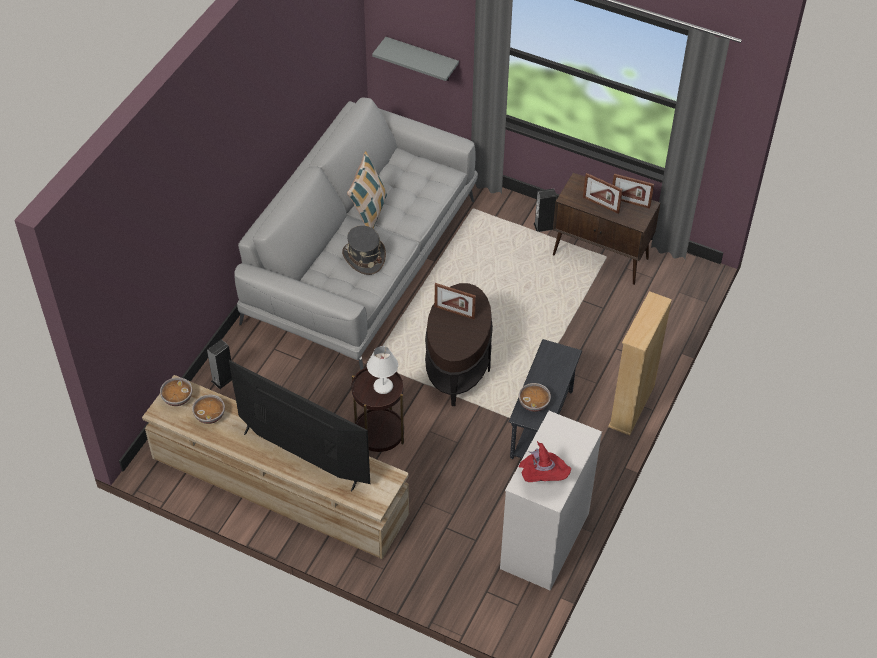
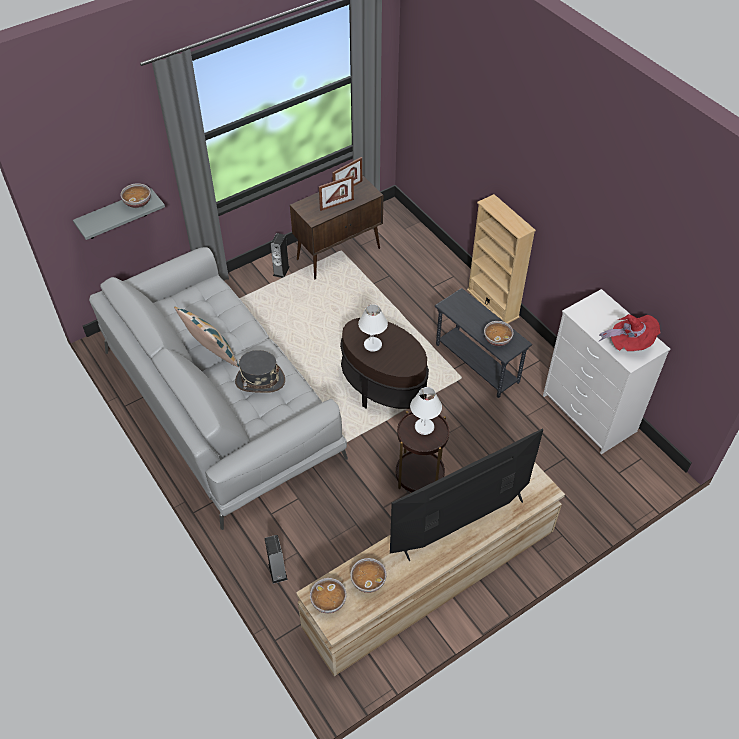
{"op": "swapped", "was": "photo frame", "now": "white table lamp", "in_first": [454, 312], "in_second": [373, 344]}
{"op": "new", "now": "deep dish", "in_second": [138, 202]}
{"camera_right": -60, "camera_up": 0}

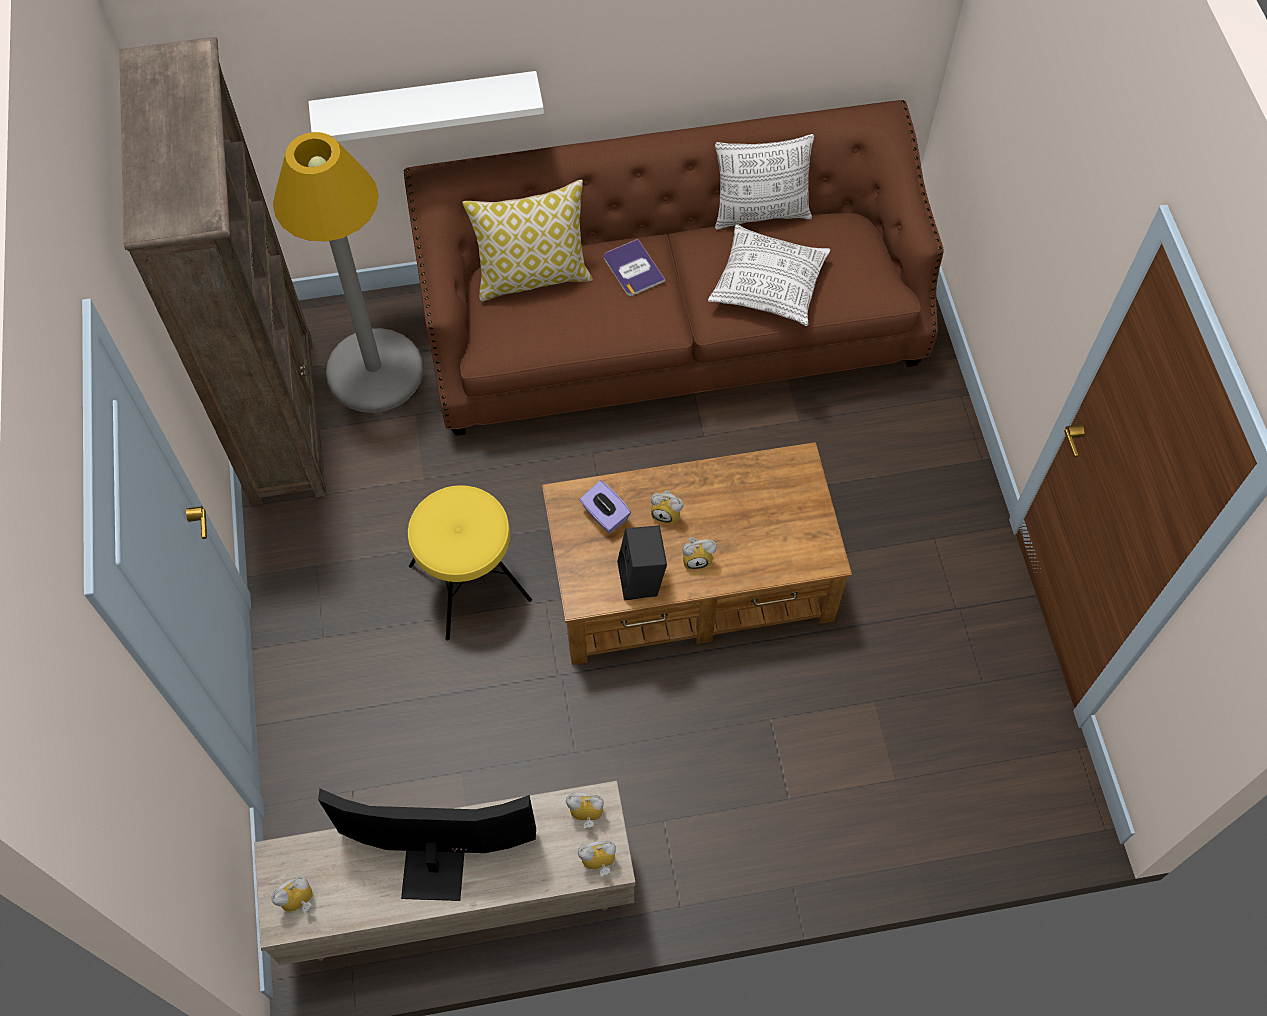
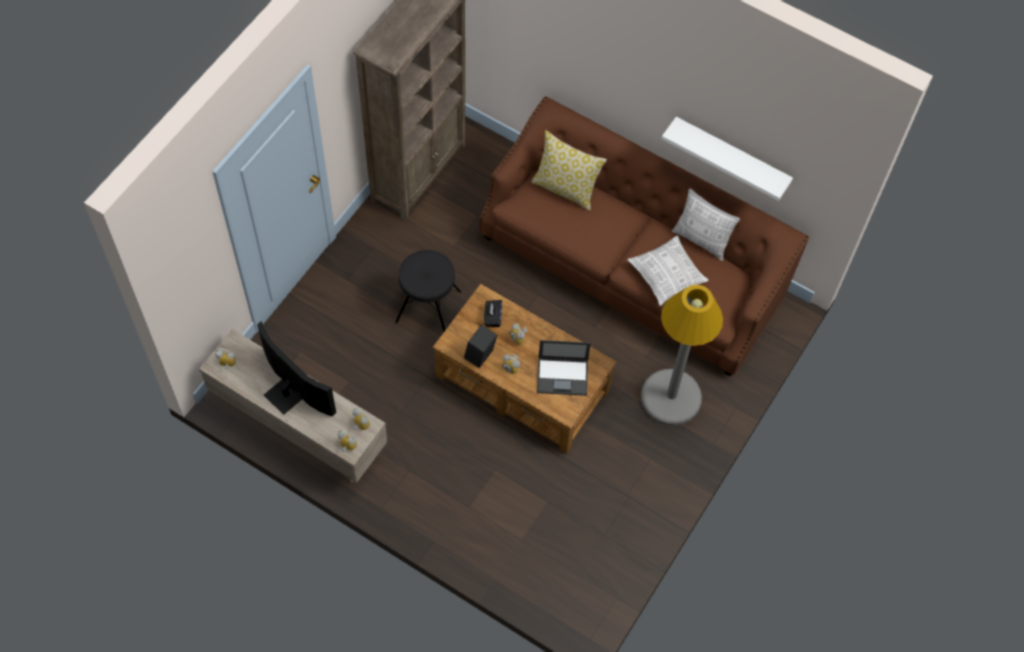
{"op": "shifted", "was": "grey standing lamp", "in_first": [375, 371], "in_second": [671, 397]}
{"op": "shifted", "was": "white wall shelf", "in_first": [426, 106], "in_second": [731, 156]}
{"op": "repainted", "was": "yellow-coloured stool seat", "now": "black stool seat", "in_first": [469, 583], "in_second": [428, 307]}
{"op": "repainted", "was": "purple tissue box", "now": "black tissue box", "in_first": [605, 515], "in_second": [492, 317]}
{"op": "gone", "was": "bound book", "in_first": [633, 268]}
{"op": "new", "now": "notebook computer", "in_second": [563, 376]}
{"camera_right": 40, "camera_up": 0}

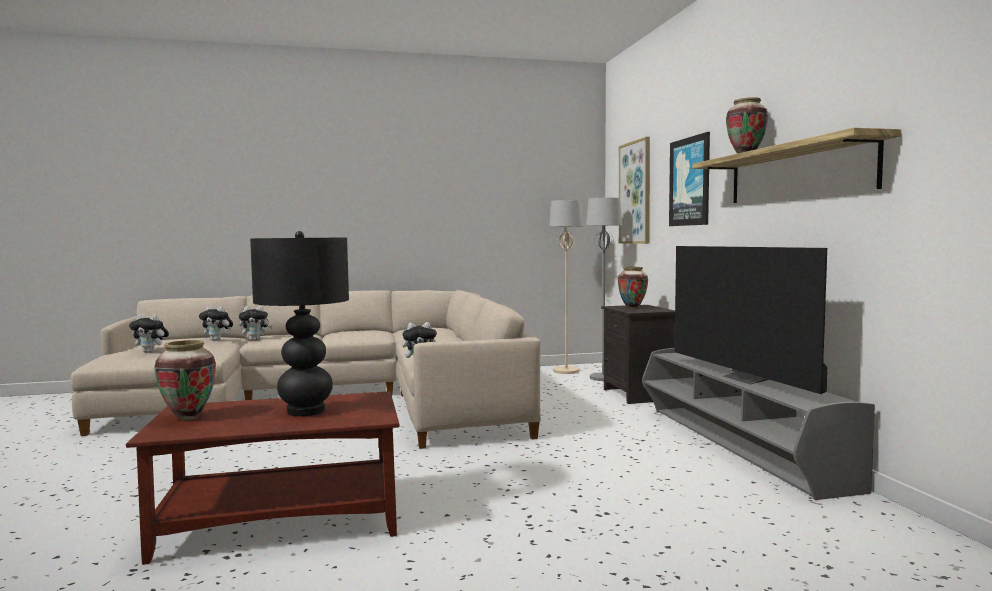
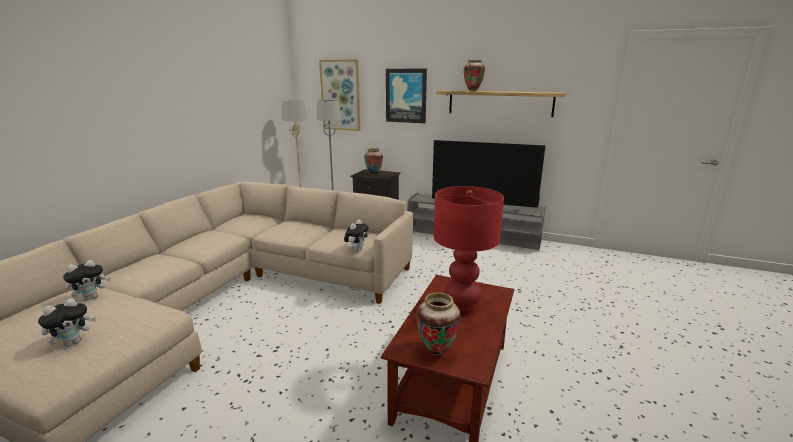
{"op": "gone", "was": "cuddly toy", "in_first": [256, 340]}
{"op": "repainted", "was": "black table lamp", "now": "red-coloured table lamp", "in_first": [305, 411], "in_second": [462, 308]}
{"camera_right": -55, "camera_up": 15}

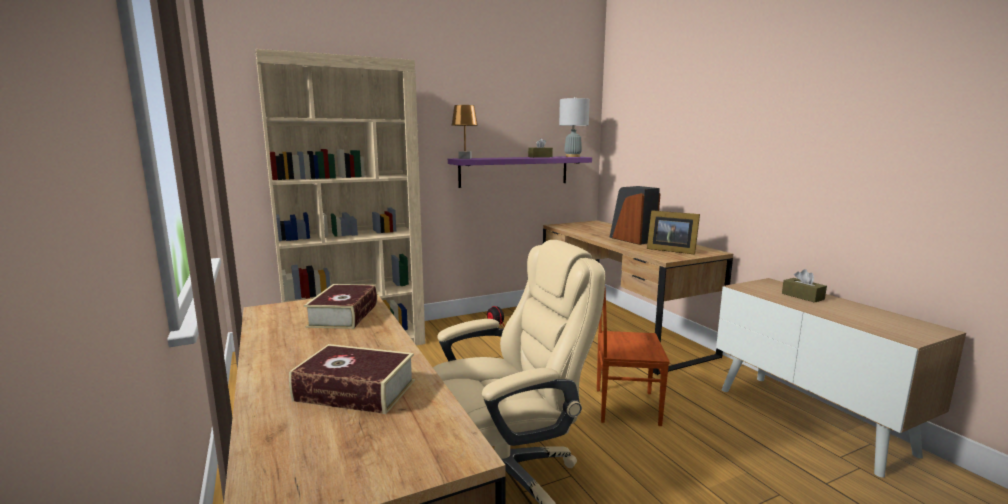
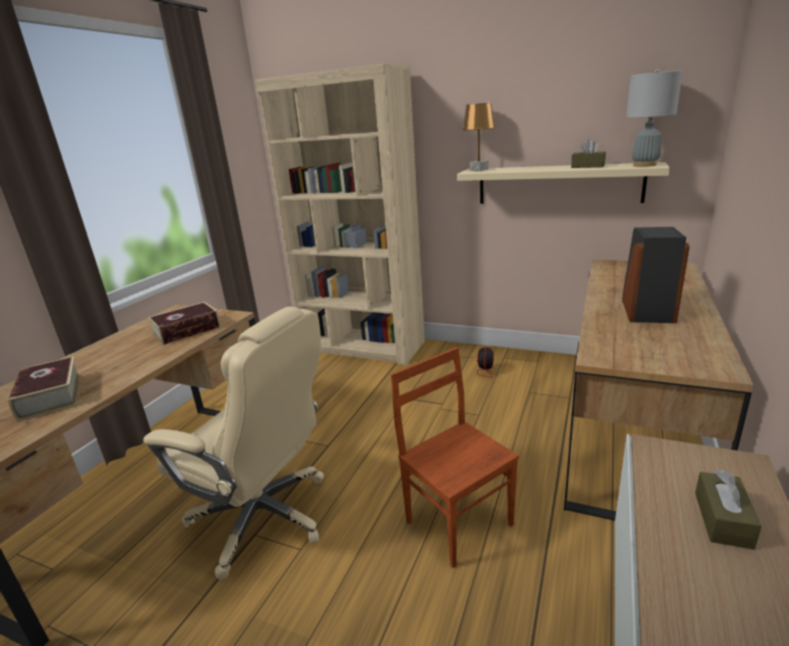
{"op": "repainted", "was": "purple wall shelf", "now": "sand-coloured wall shelf", "in_first": [514, 171], "in_second": [558, 184]}
{"op": "gone", "was": "photo frame", "in_first": [670, 250]}
{"camera_right": 50, "camera_up": 10}

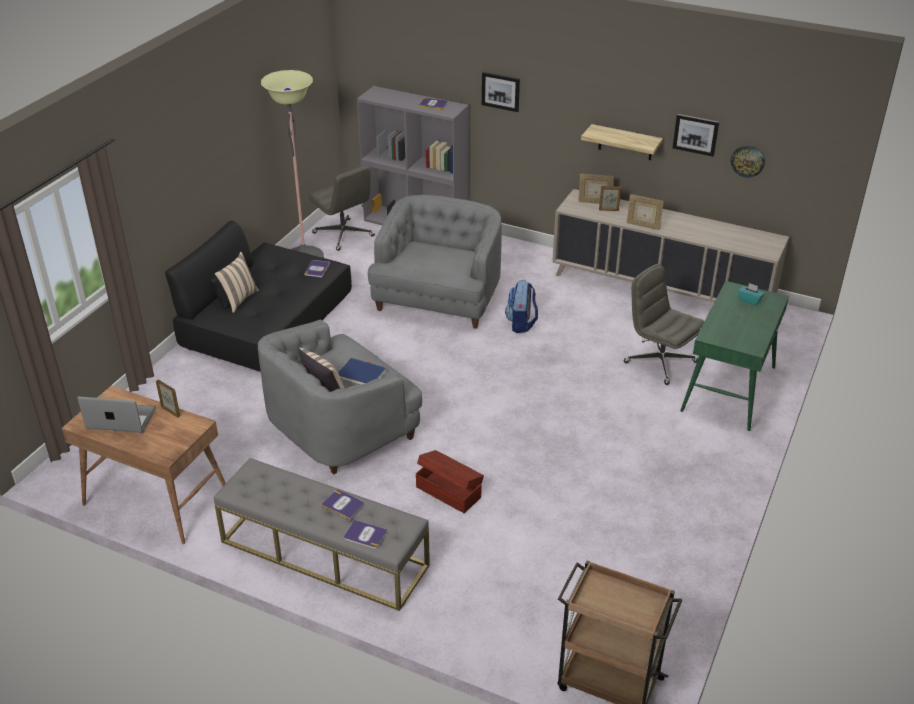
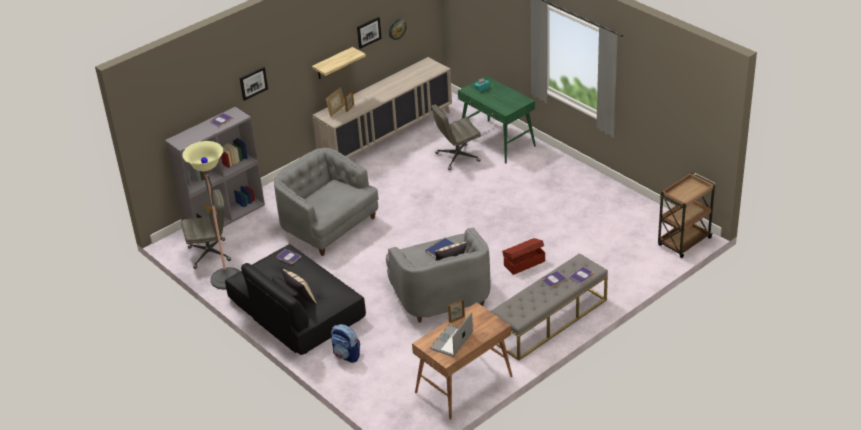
{"op": "shifted", "was": "knapsack", "in_first": [521, 324], "in_second": [347, 355]}
{"op": "gone", "was": "photo frame", "in_first": [643, 226]}
{"camera_right": -65, "camera_up": 0}

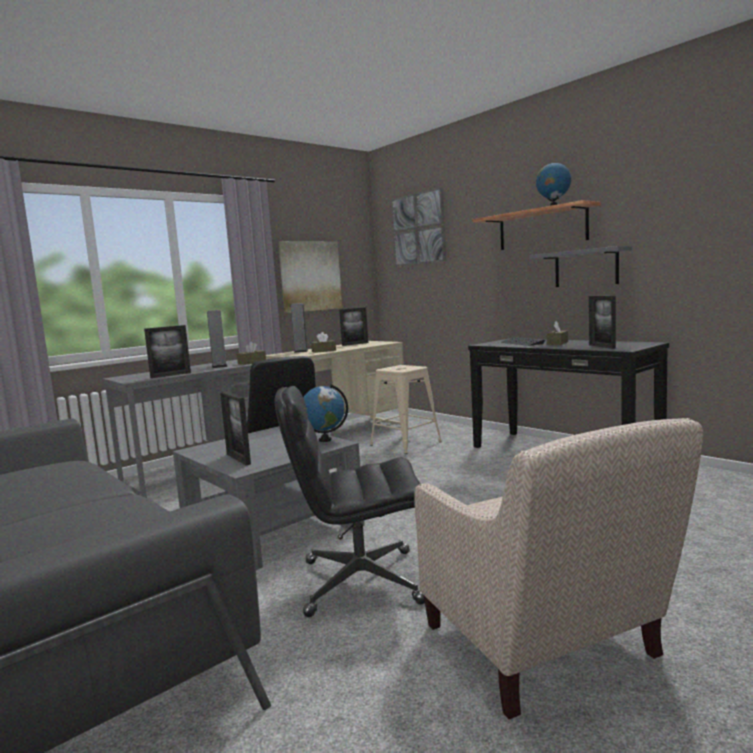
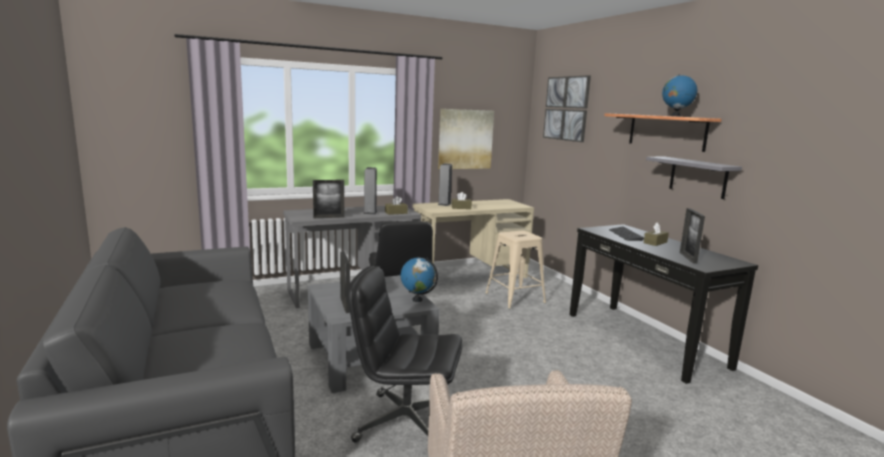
{"op": "gone", "was": "photo frame", "in_first": [355, 344]}
{"camera_right": 15, "camera_up": 5}

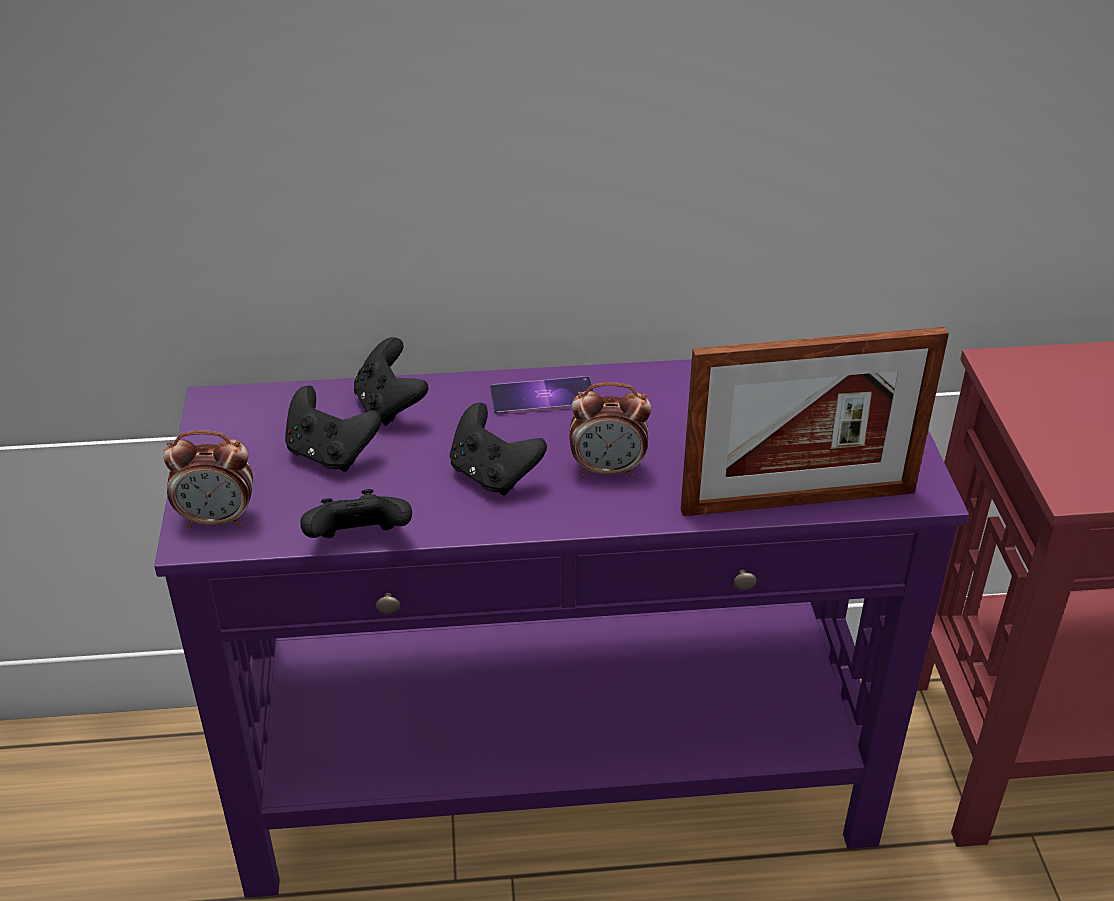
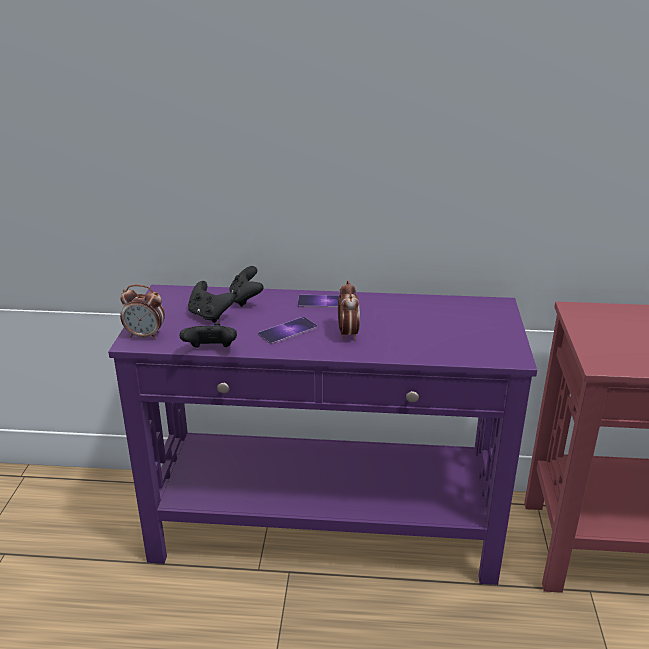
{"op": "swapped", "was": "black gamepad", "now": "handset", "in_first": [493, 475], "in_second": [288, 331]}
{"op": "rotated", "was": "bedside clock", "in_first": [608, 470], "in_second": [348, 334], "clockwise": -105}
{"op": "gone", "was": "photo frame", "in_first": [798, 501]}
{"camera_right": 10, "camera_up": -10}

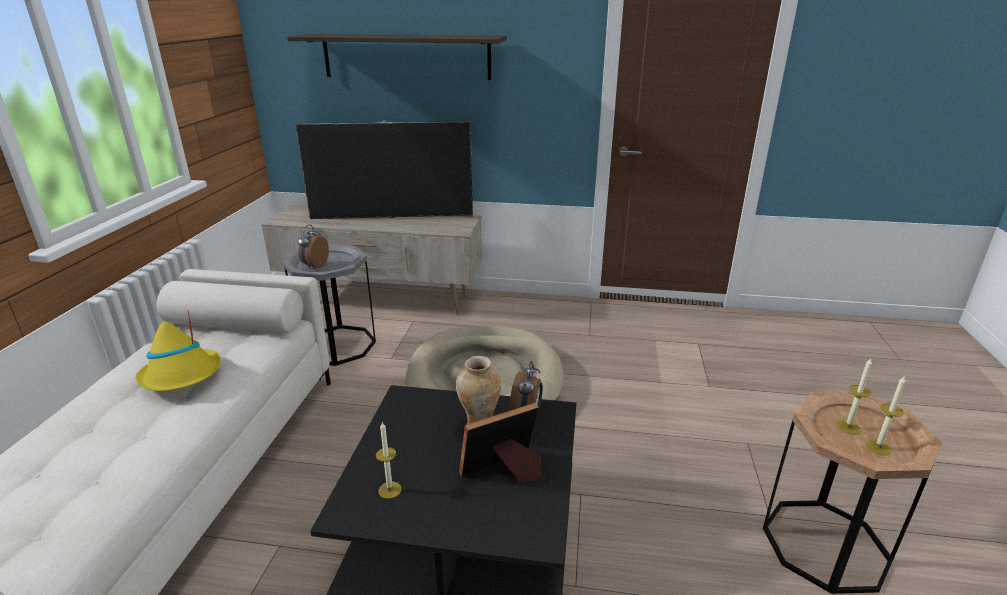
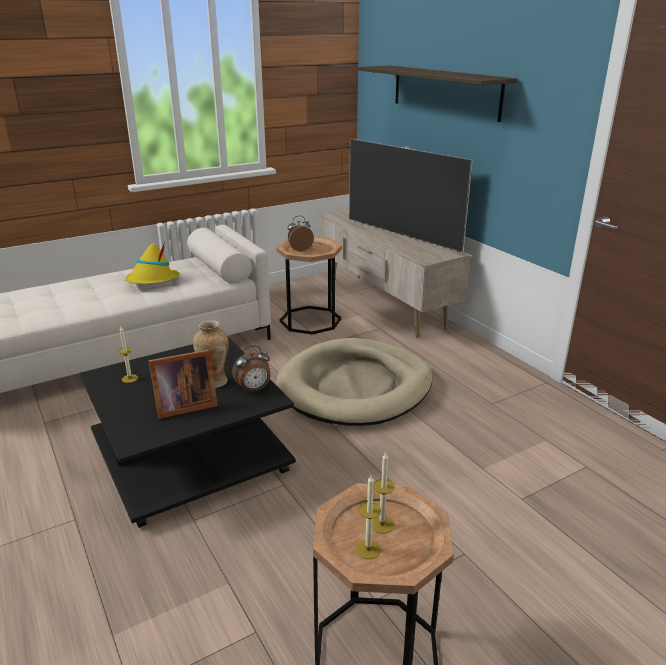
{"op": "repainted", "was": "grey side table", "now": "brown side table", "in_first": [337, 345], "in_second": [310, 320]}
{"op": "rotated", "was": "photo frame", "in_first": [504, 472], "in_second": [183, 406], "clockwise": 135}
{"camera_right": 50, "camera_up": 0}

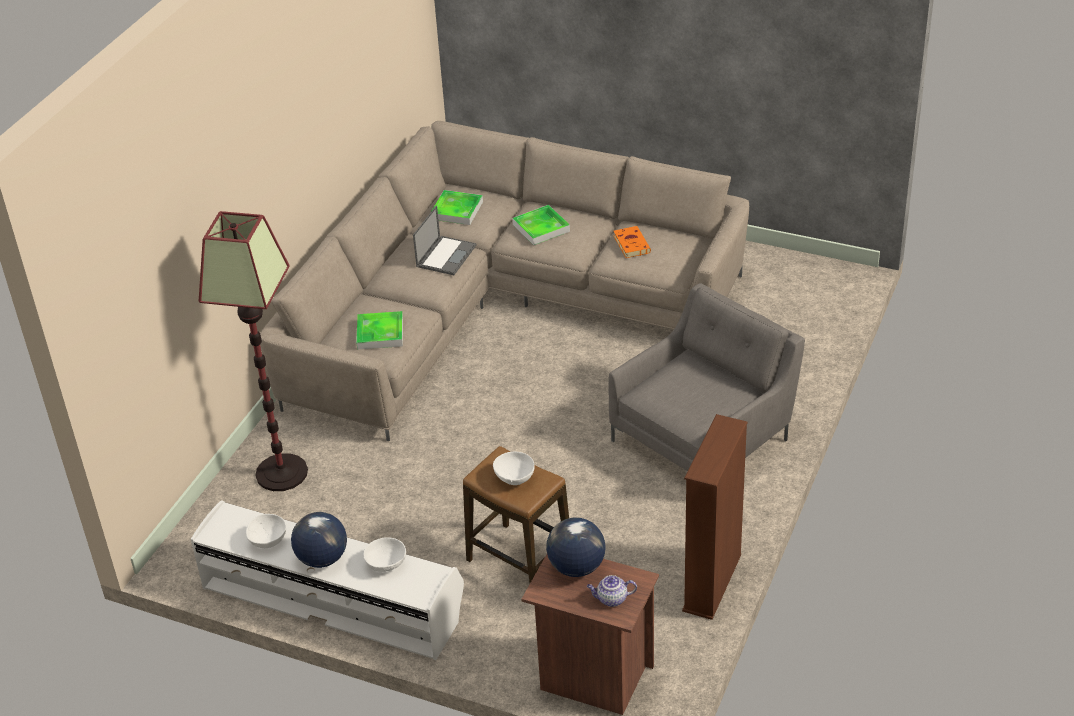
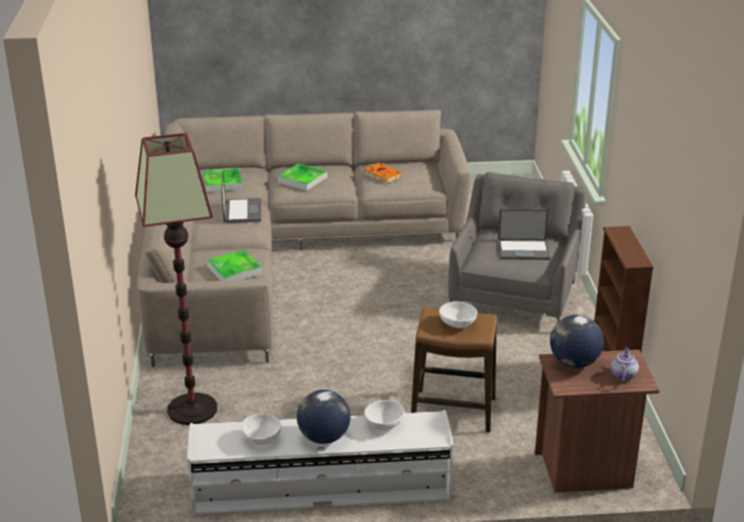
{"op": "rotated", "was": "tea pot", "in_first": [611, 599], "in_second": [623, 375], "clockwise": 135}
{"op": "new", "now": "notebook computer", "in_second": [524, 250]}
{"camera_right": -30, "camera_up": -10}

